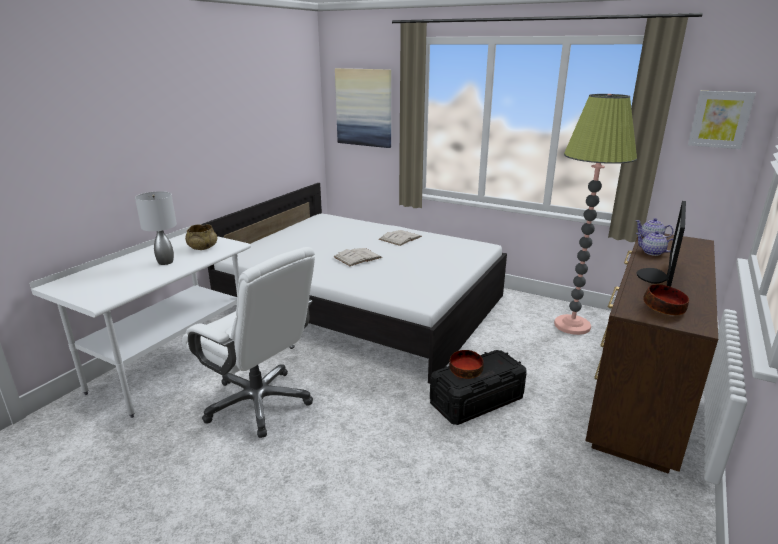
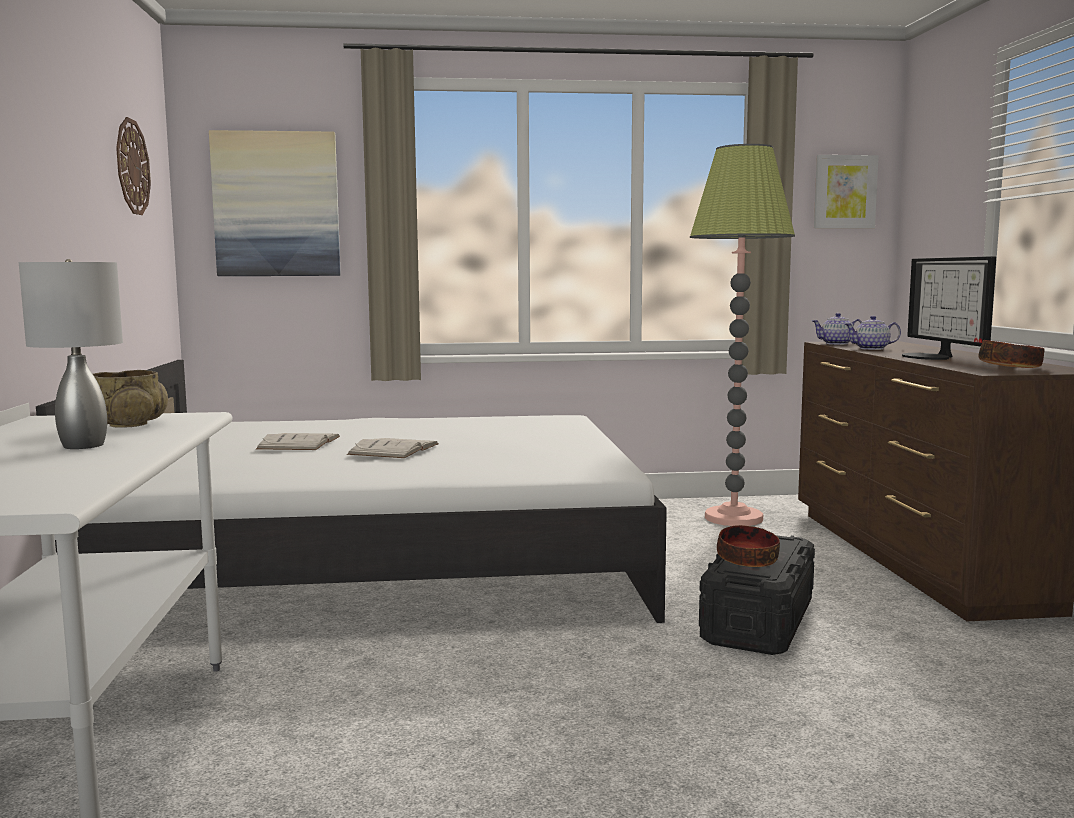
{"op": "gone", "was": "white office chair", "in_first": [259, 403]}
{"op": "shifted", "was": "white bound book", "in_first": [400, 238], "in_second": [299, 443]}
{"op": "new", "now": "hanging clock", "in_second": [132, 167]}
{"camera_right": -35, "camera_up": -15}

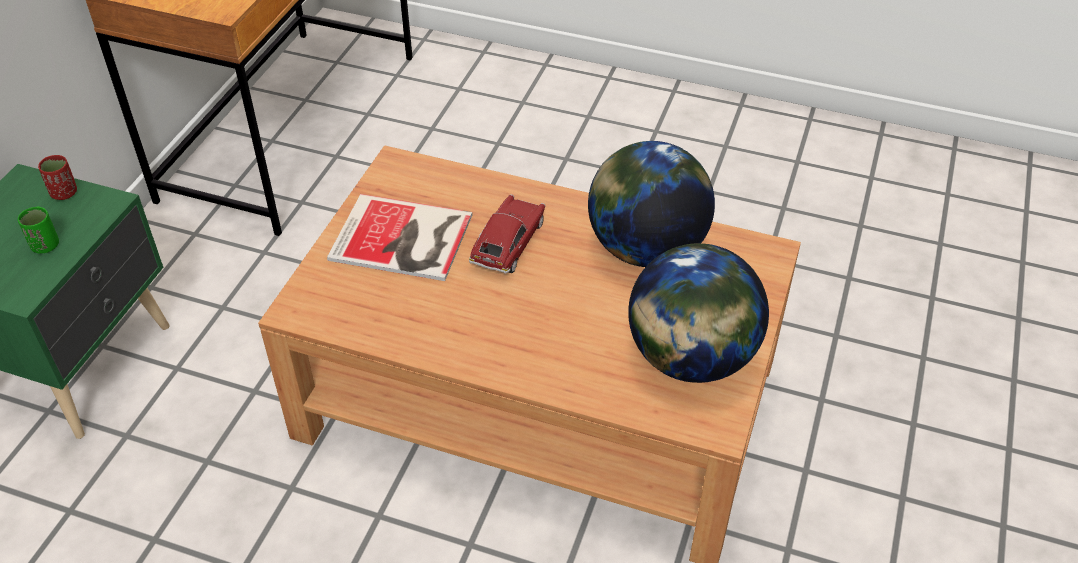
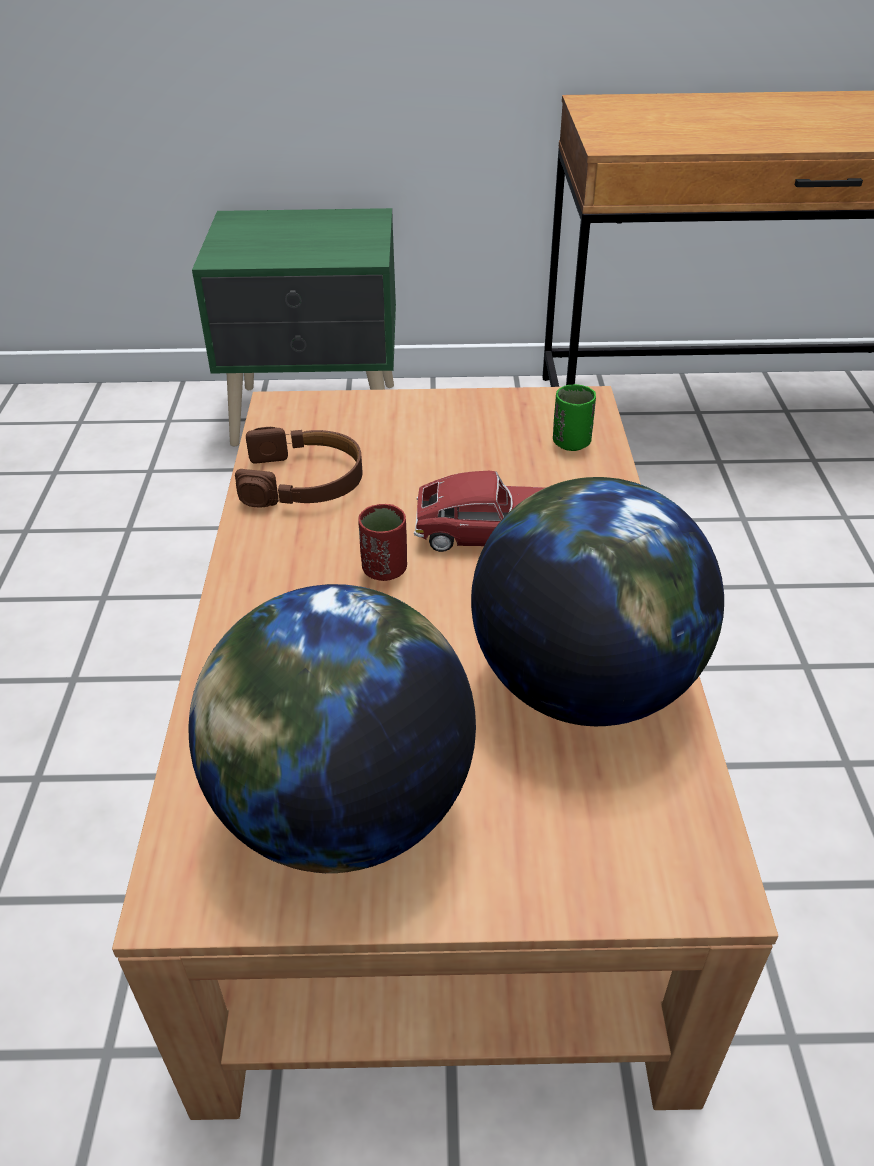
{"op": "shifted", "was": "greenish cup", "in_first": [45, 246], "in_second": [571, 443]}
{"op": "shifted", "was": "red-coloured cup", "in_first": [64, 193], "in_second": [384, 570]}
{"op": "gone", "was": "bound book", "in_first": [404, 240]}
{"op": "new", "now": "brown headphones", "in_second": [303, 481]}
{"camera_right": 70, "camera_up": -5}

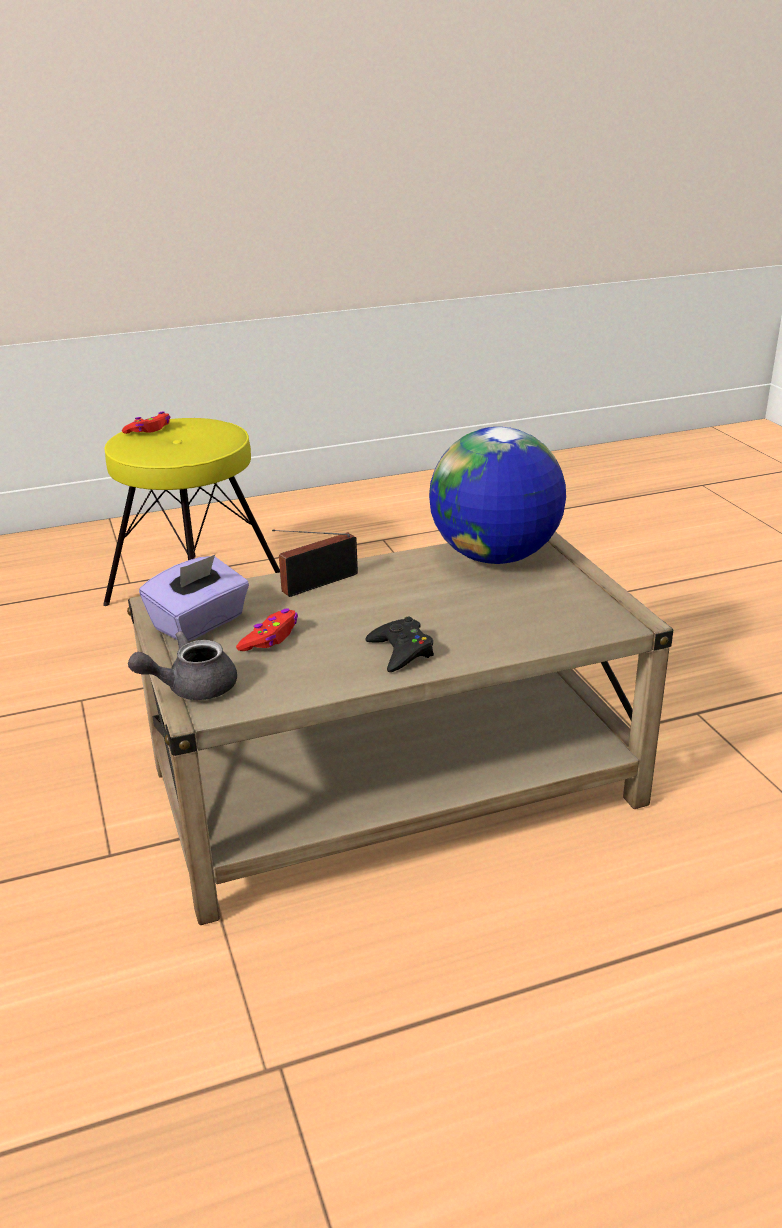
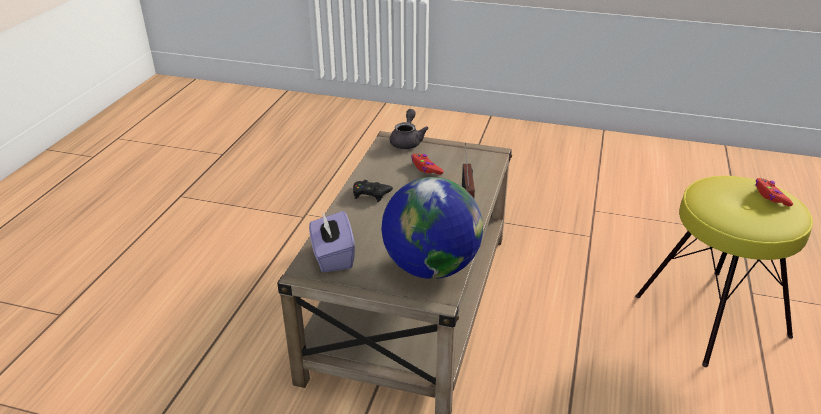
{"op": "shifted", "was": "purple tissue box", "in_first": [200, 623], "in_second": [332, 256]}
{"camera_right": 125, "camera_up": 5}

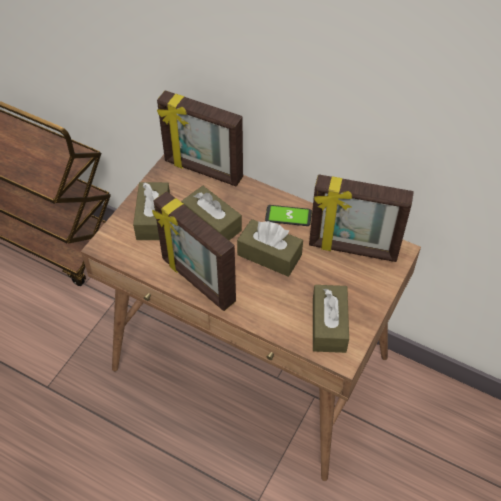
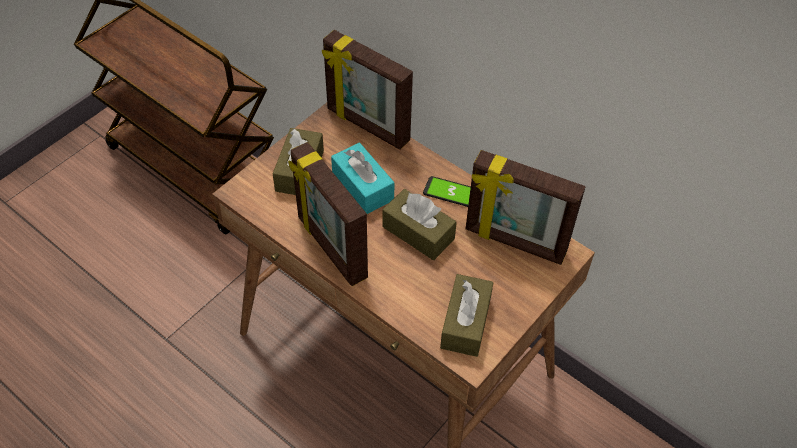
{"op": "repainted", "was": "brown tissue box", "now": "turquoise tissue box", "in_first": [212, 223], "in_second": [362, 187]}
{"camera_right": 10, "camera_up": 0}

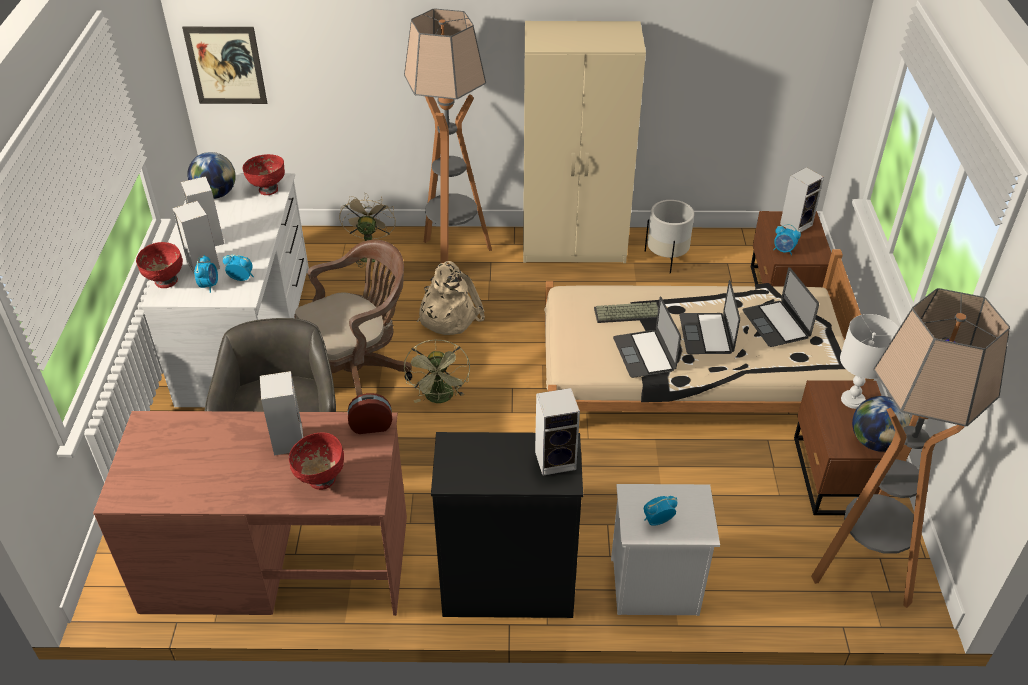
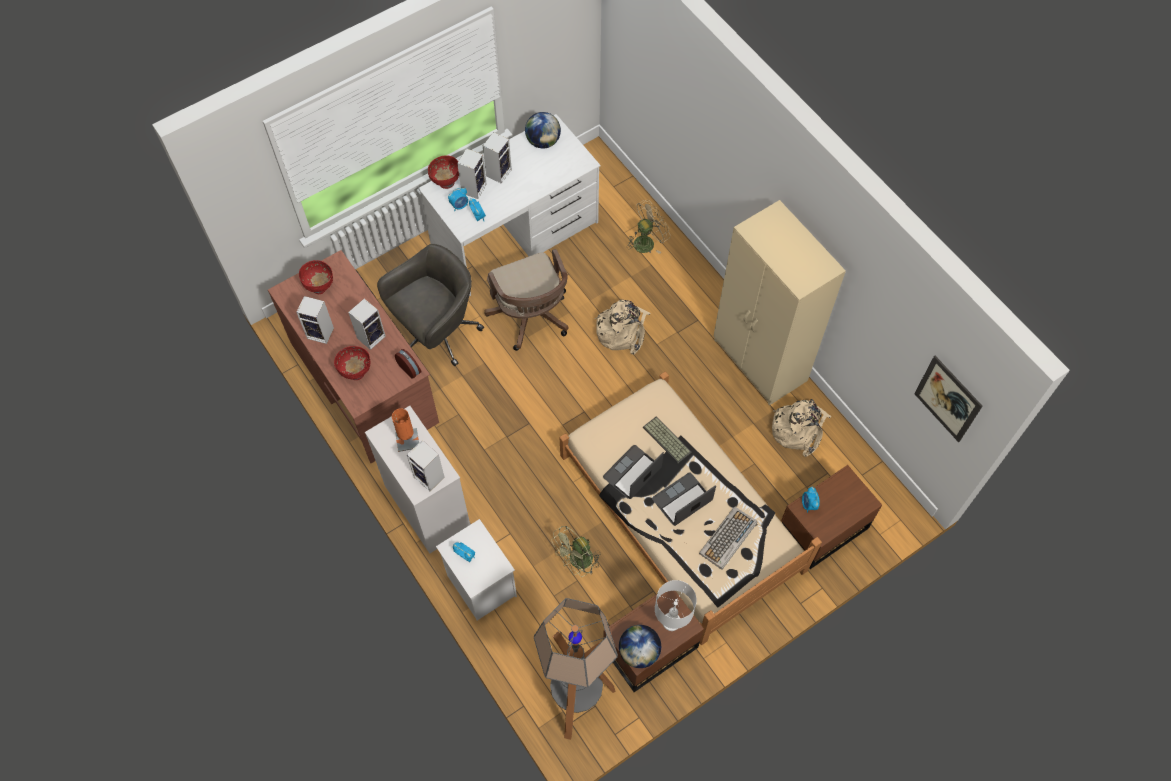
{"op": "shifted", "was": "wall picture", "in_first": [226, 65], "in_second": [947, 399]}
{"op": "shifted", "was": "red-coloured deep dish", "in_first": [268, 189], "in_second": [320, 287]}
{"op": "rotated", "was": "brown office chair", "in_first": [359, 372], "in_second": [531, 318], "clockwise": 45}
{"op": "gone", "was": "standing lamp", "in_first": [453, 256]}
{"op": "shifted", "was": "greenish cooling fan", "in_first": [440, 398], "in_second": [577, 562]}
{"op": "repainted", "was": "black dresser", "now": "white dresser", "in_first": [506, 586], "in_second": [427, 506]}
{"op": "swapped", "was": "white plant pot", "now": "sand-coloured knapsack", "in_first": [666, 258], "in_second": [798, 429]}
{"op": "swapped", "was": "notebook computer", "now": "keyboard", "in_first": [776, 324], "in_second": [728, 539]}
{"op": "shifted", "was": "speaker", "in_first": [796, 224], "in_second": [321, 333]}
{"op": "new", "now": "orange-coloured table lamp", "in_second": [407, 440]}
{"camera_right": 55, "camera_up": 20}

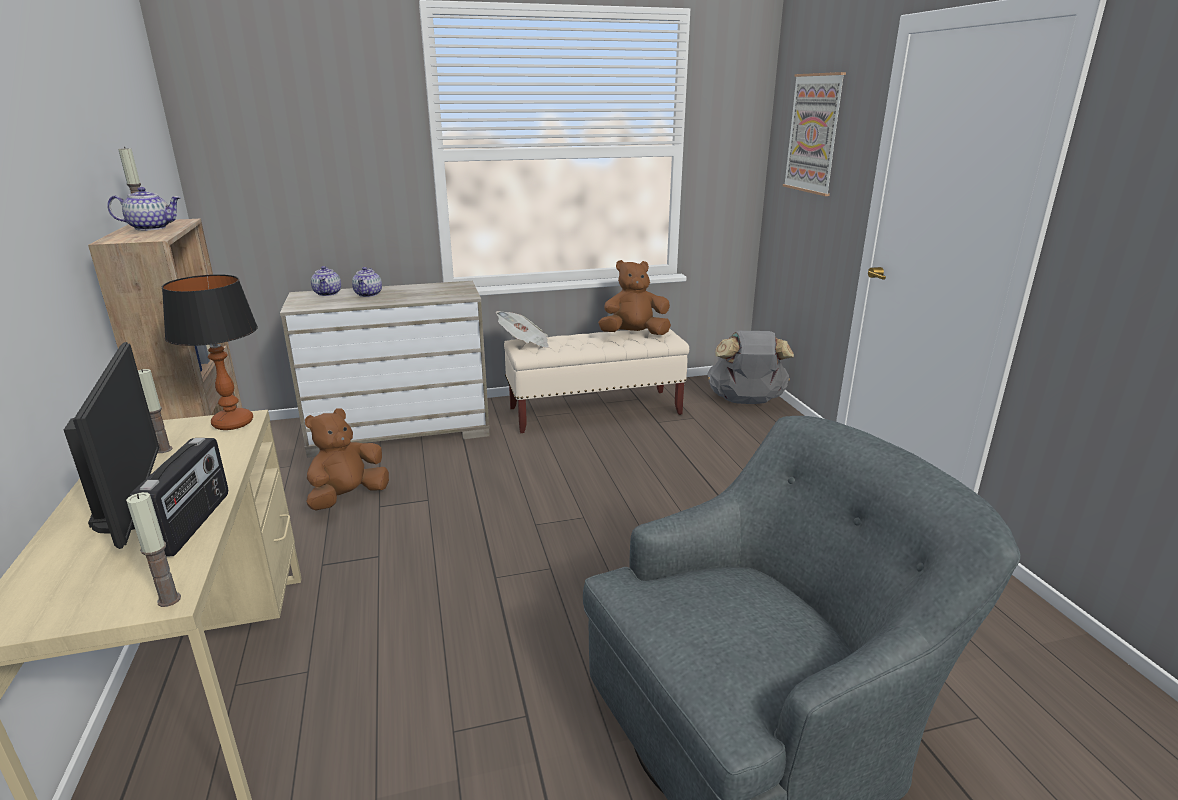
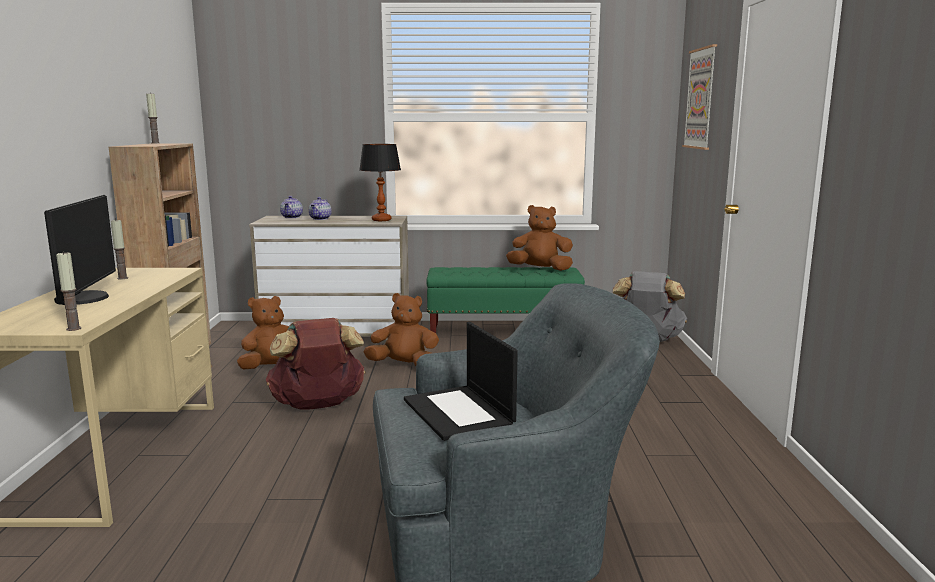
{"op": "gone", "was": "tea pot", "in_first": [151, 228]}
{"op": "gone", "was": "radio", "in_first": [192, 523]}
{"op": "shifted", "was": "table lamp", "in_first": [233, 423], "in_second": [381, 220]}
{"op": "gone", "was": "daily paper", "in_first": [524, 343]}
{"op": "repainted", "was": "sand-coloured indoor bench", "now": "greenish indoor bench", "in_first": [595, 411], "in_second": [503, 336]}
{"op": "new", "now": "brown knapsack", "in_second": [318, 406]}
{"op": "new", "now": "brown cuddly toy", "in_second": [404, 366]}
{"op": "new", "now": "notebook computer", "in_second": [459, 412]}
{"camera_right": 15, "camera_up": -10}

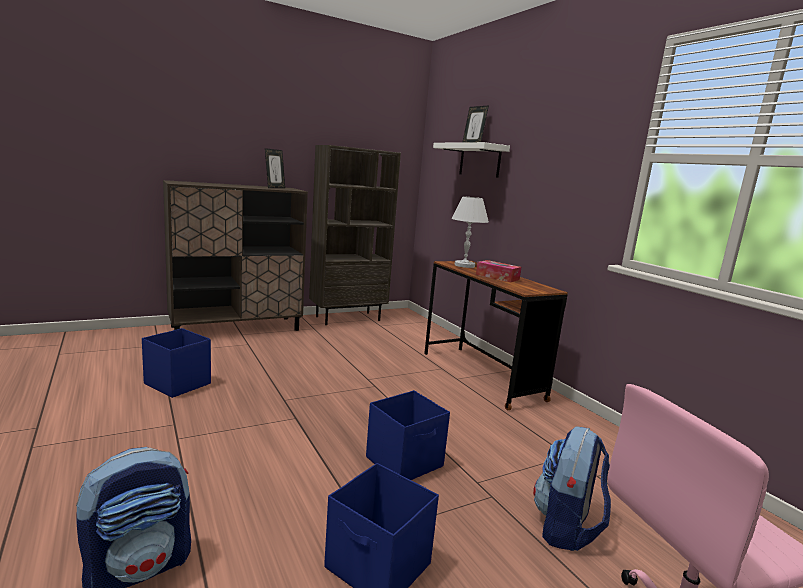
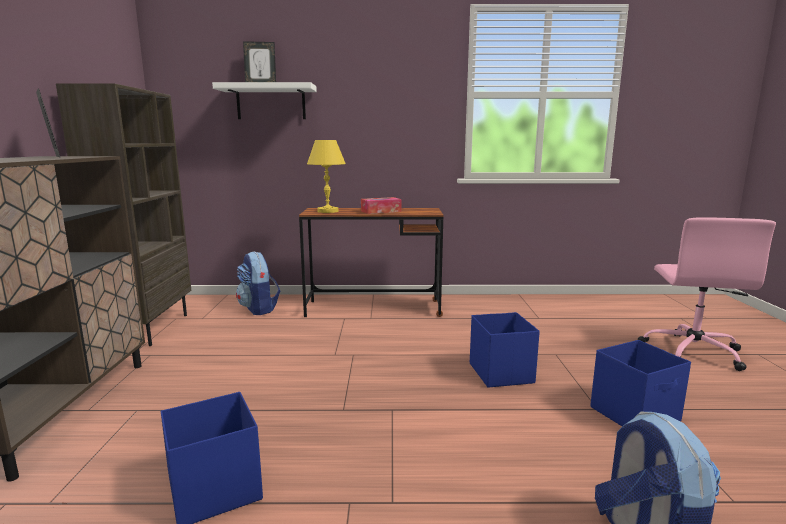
{"op": "repainted", "was": "white table lamp", "now": "yellow-coloured table lamp", "in_first": [464, 265], "in_second": [328, 211]}
{"op": "shifted", "was": "knapsack", "in_first": [566, 528], "in_second": [259, 309]}
{"camera_right": -60, "camera_up": 0}

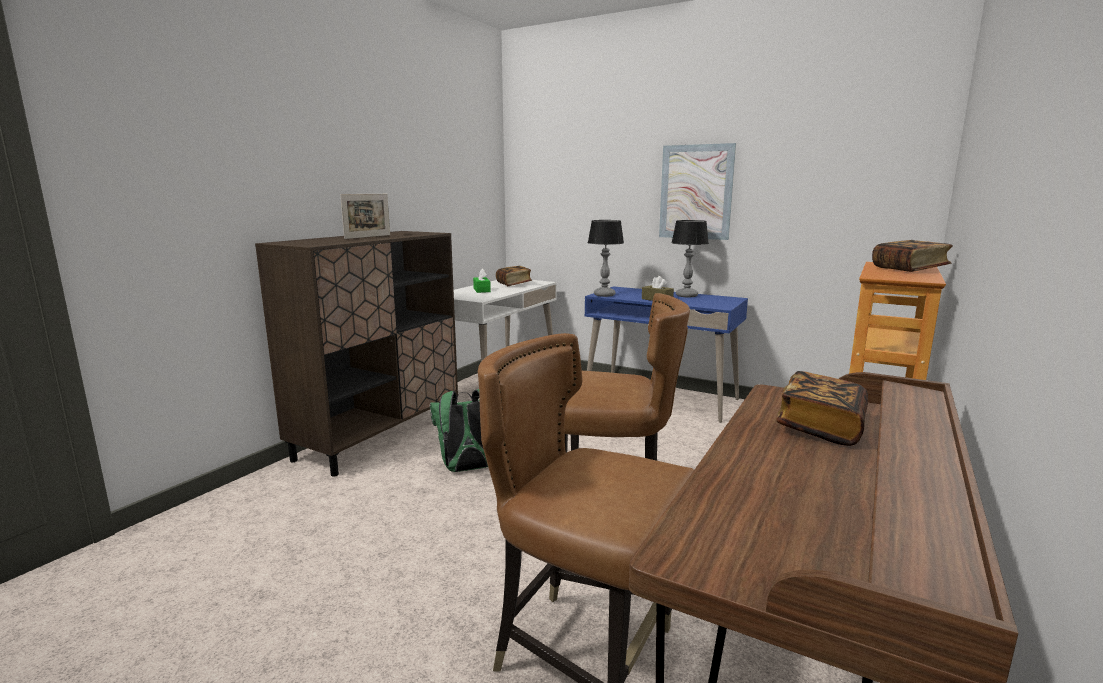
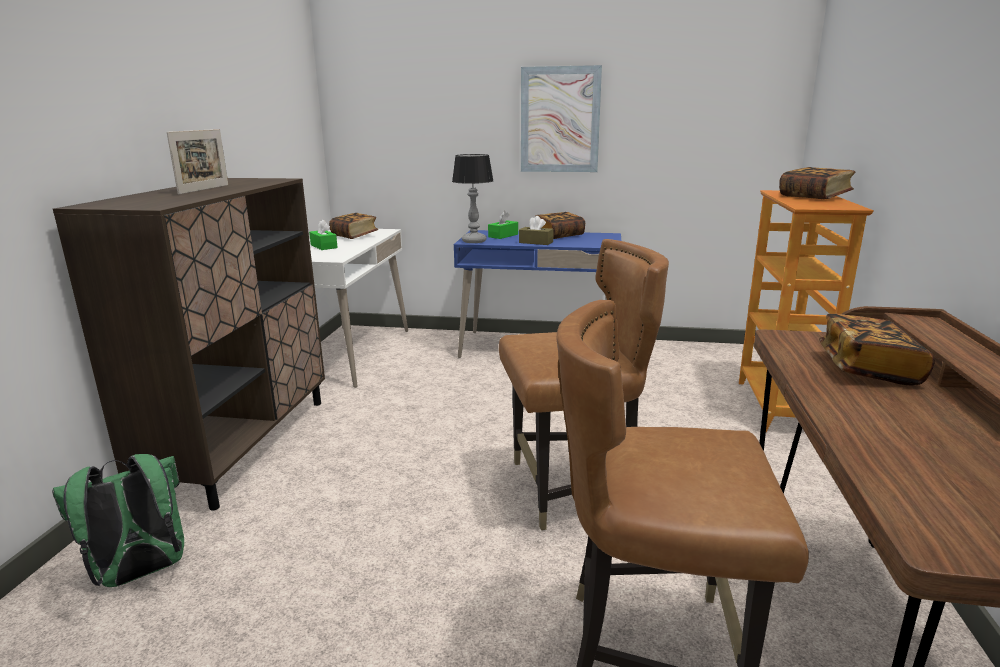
{"op": "shifted", "was": "greenish knapsack", "in_first": [468, 469], "in_second": [140, 573]}
{"op": "swapped", "was": "table lamp", "now": "bound book", "in_first": [686, 295], "in_second": [559, 235]}
{"op": "new", "now": "greenish tissue box", "in_second": [503, 235]}
{"camera_right": -20, "camera_up": 5}

